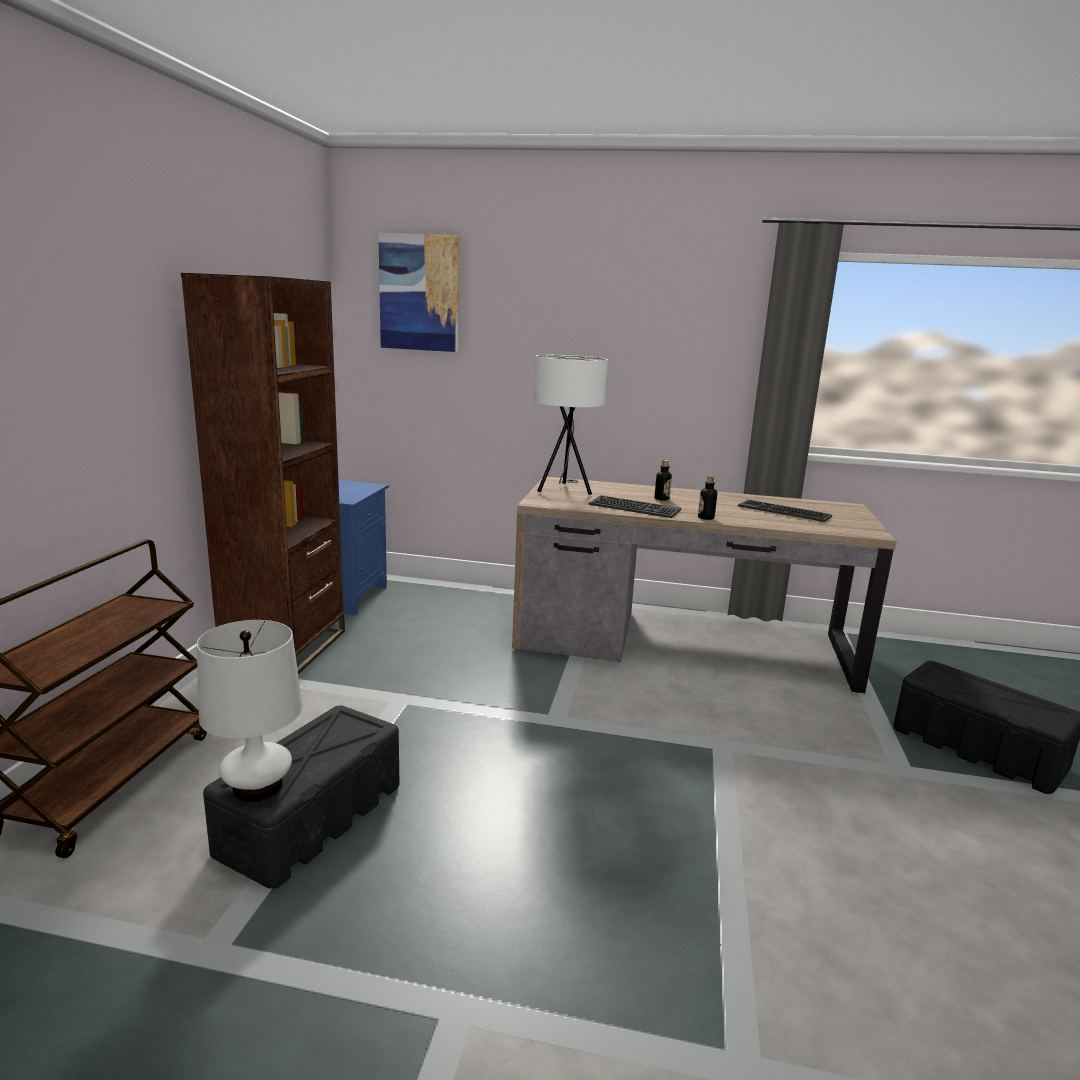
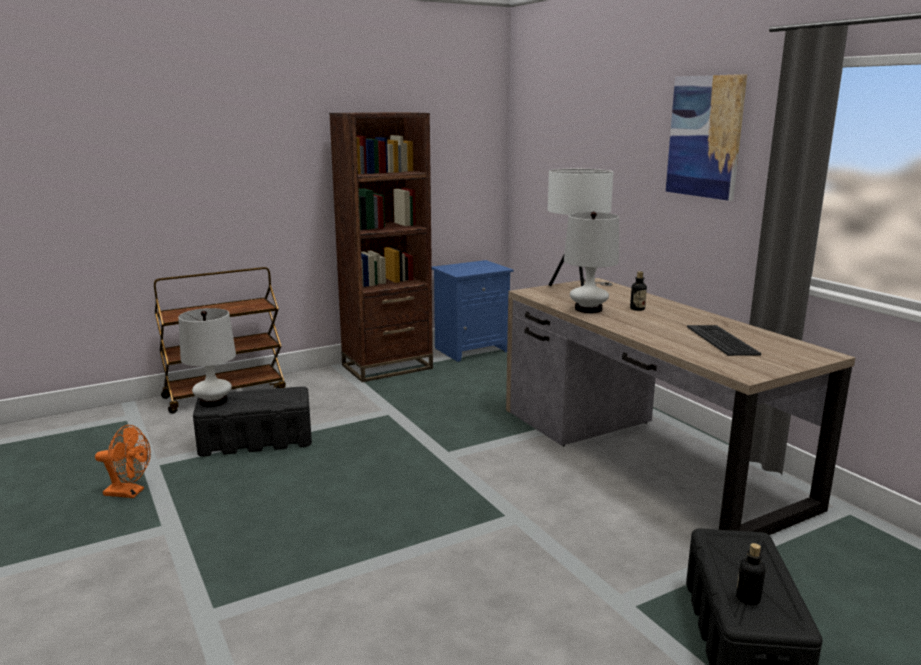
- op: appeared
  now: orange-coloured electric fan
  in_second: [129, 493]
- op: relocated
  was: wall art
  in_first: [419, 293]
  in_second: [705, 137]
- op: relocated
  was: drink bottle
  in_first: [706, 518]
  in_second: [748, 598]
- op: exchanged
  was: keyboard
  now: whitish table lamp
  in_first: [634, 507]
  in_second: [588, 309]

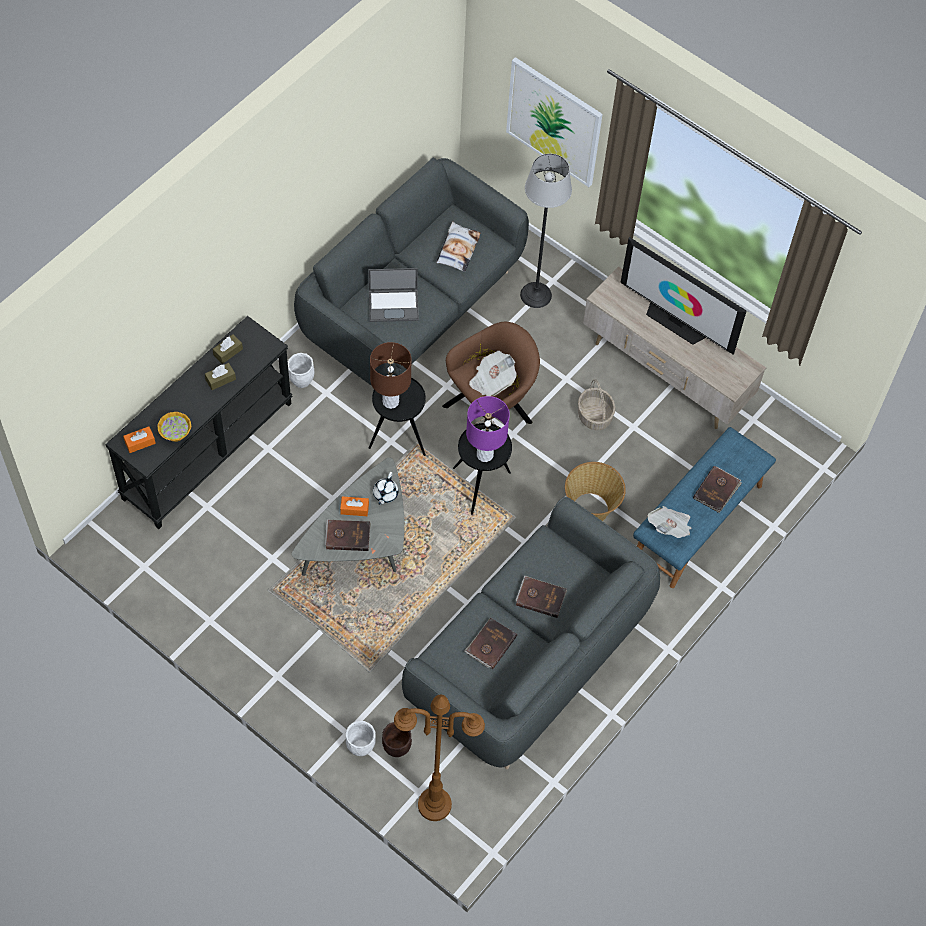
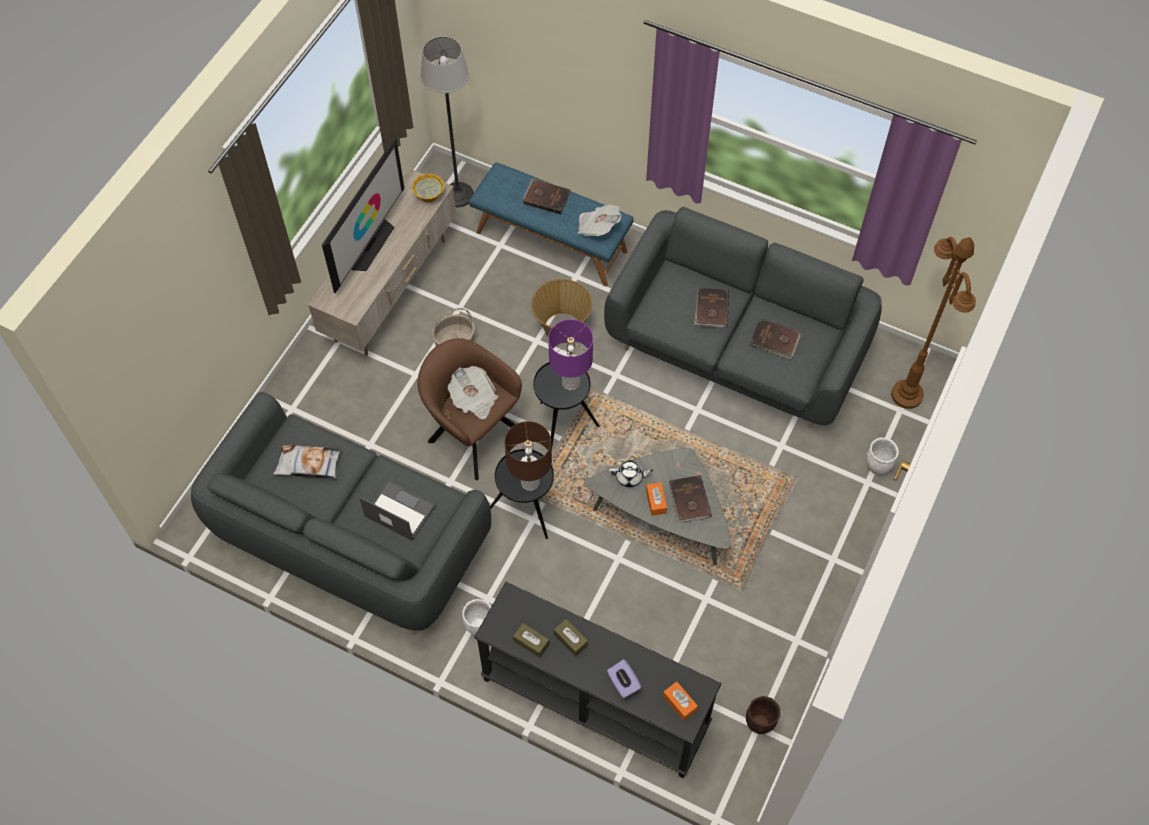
- op: missing
  was: wall art
  in_first: [554, 121]
- op: appeared
  now: purple tissue holder
  in_second: [623, 683]
- op: relocated
  was: deep dish
  in_first: [175, 434]
  in_second: [429, 195]
- op: relocated
  was: brownish planter
  in_first: [396, 748]
  in_second: [759, 724]
- op: relocated
  was: floor lamp
  in_first: [536, 295]
  in_second: [458, 194]
- op: spun
  was: notebook computer
  in_first: [394, 305]
  in_second: [399, 511]
  clockwise: -45

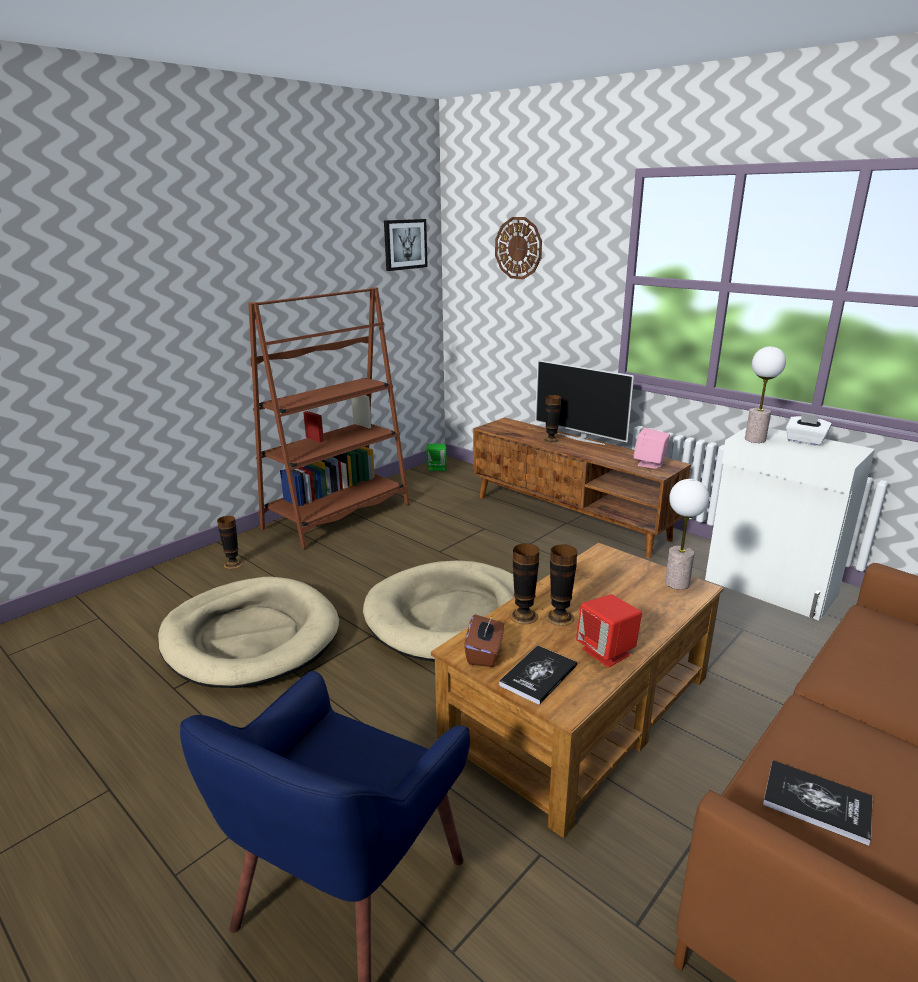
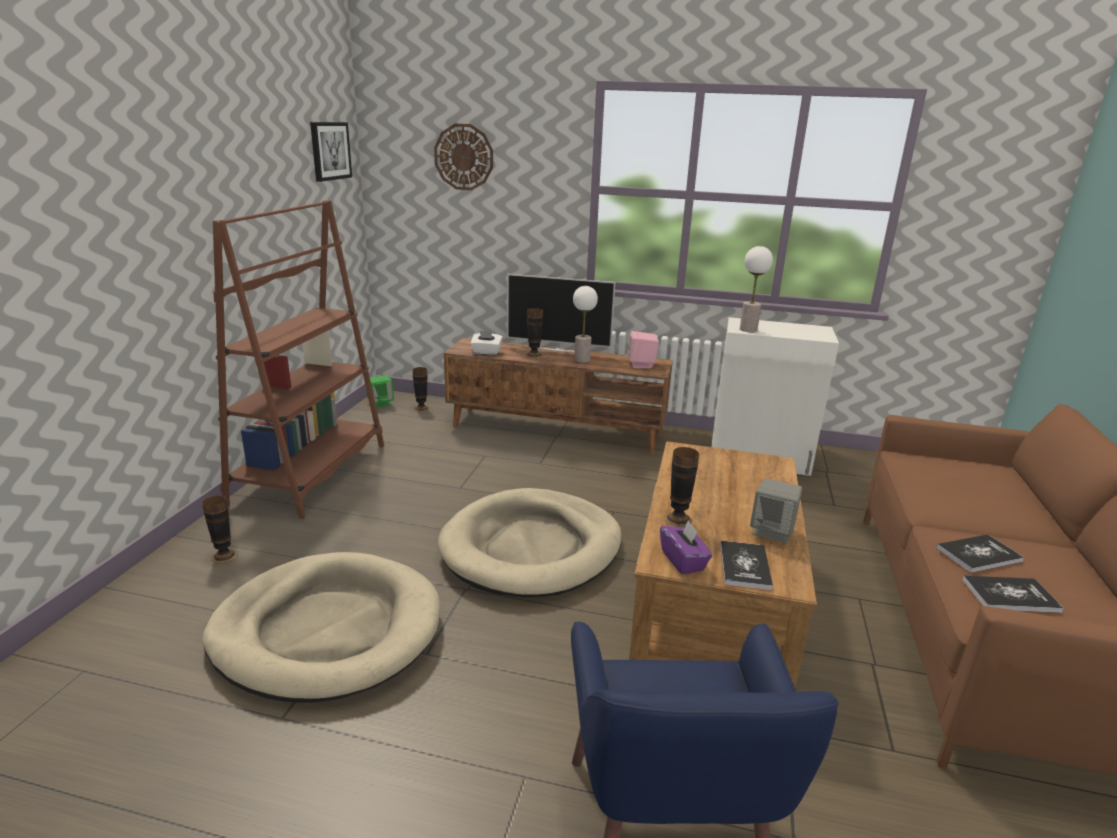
- op: appeared
  now: bound book
  in_second: [978, 554]
- op: relocated
  was: flower vase
  in_first: [559, 617]
  in_second: [421, 408]
- op: relocated
  was: table lamp
  in_first: [676, 583]
  in_second: [582, 360]
- op: relocated
  was: whitish tissue holder
  in_first: [805, 441]
  in_second: [486, 352]
- op: colour
  was: brownish tissue holder
  now: purple tissue holder
  in_first: [484, 653]
  in_second: [683, 561]
- op: colour
  was: red loudspeaker
  now: greyish loudspeaker
  in_first: [606, 652]
  in_second: [772, 531]

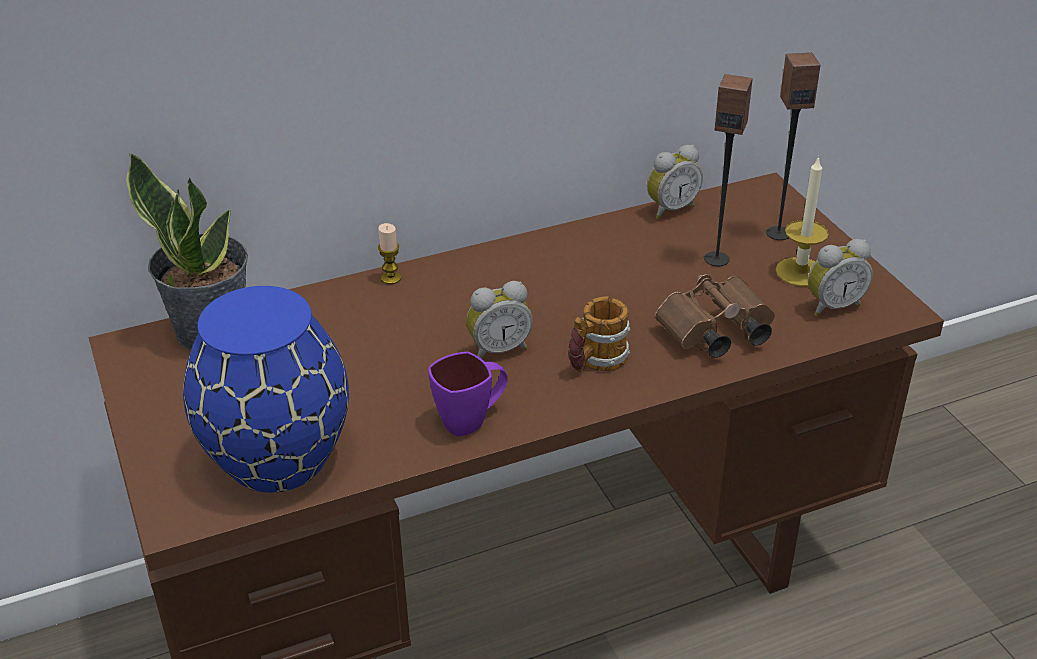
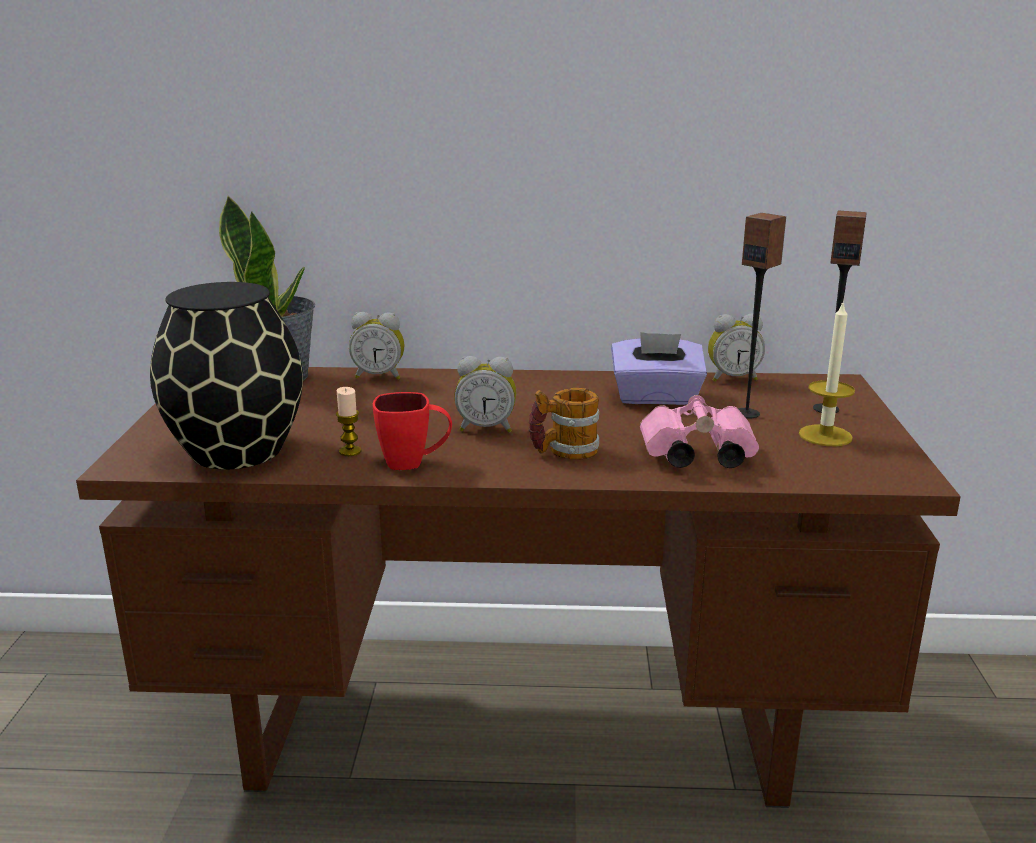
- op: appeared
  now: purple tissue holder
  in_second: [656, 397]
- op: relocated
  was: candle
  in_first: [391, 278]
  in_second: [350, 451]
- op: relocated
  was: table clock
  in_first: [832, 305]
  in_second: [379, 376]
- op: colour
  was: blue flower vase
  now: black flower vase
  in_first: [276, 460]
  in_second: [235, 451]
- op: colour
  was: purple tea mug
  now: red tea mug
  in_first: [471, 420]
  in_second: [414, 463]
- op: colour
  was: brownish pair of binoculars
  now: pink-coloured pair of binoculars
  in_first: [713, 335]
  in_second: [694, 457]

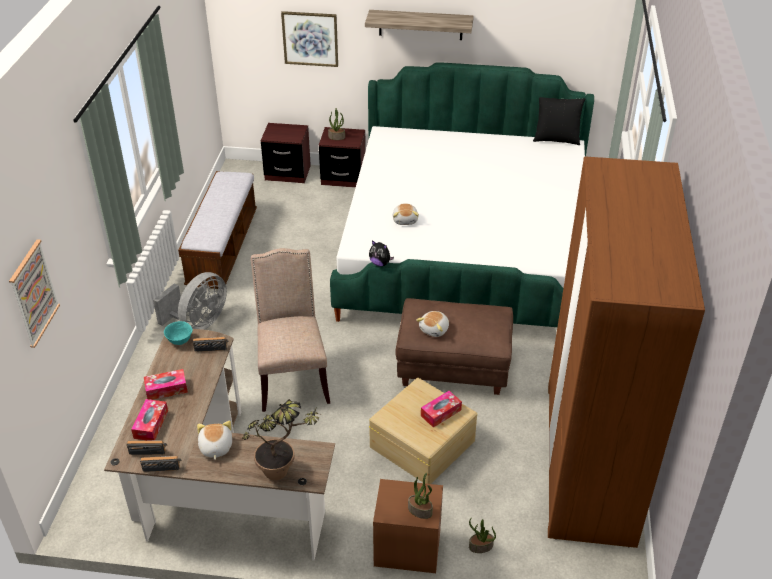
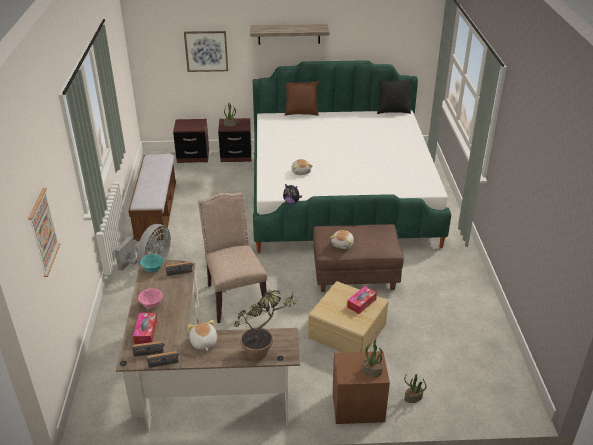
- op: missing
  was: brownish armoire
  in_first: [589, 460]
- op: appeared
  now: brownish cushion
  in_second: [301, 113]
- op: exchanged
  was: tissue holder
  now: pink-coloured deep dish
  in_first: [166, 389]
  in_second: [151, 305]

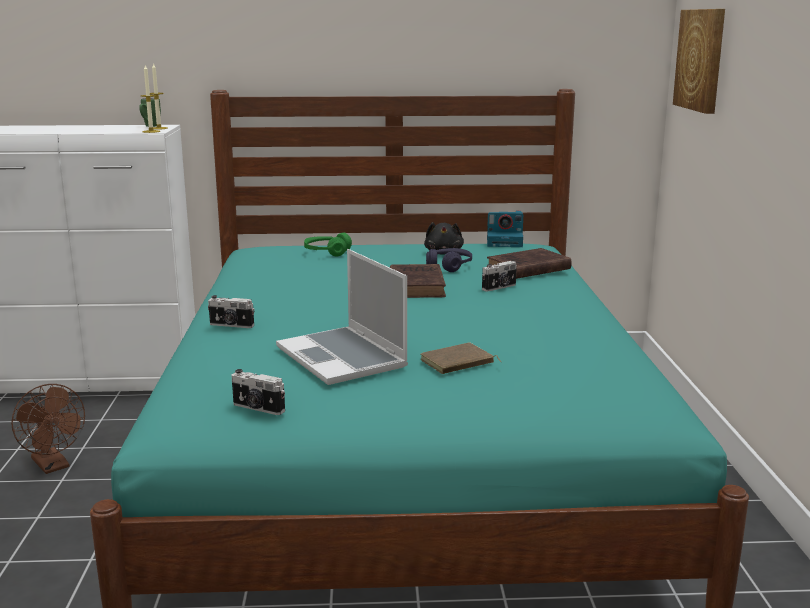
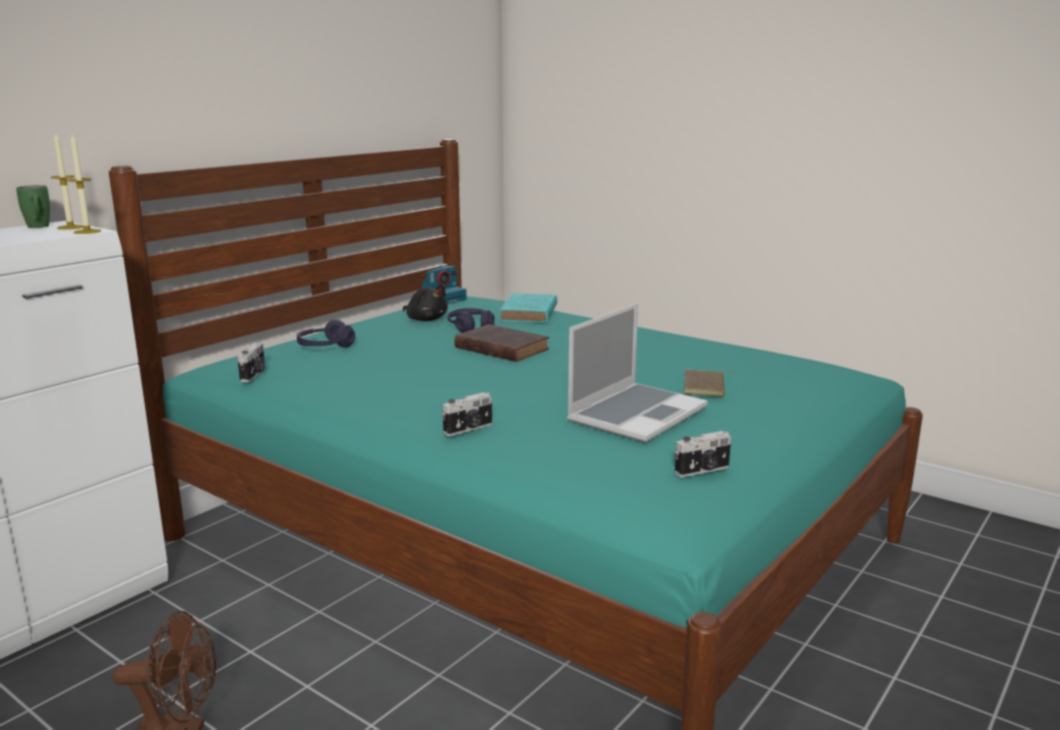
- op: missing
  was: wall art
  in_first: [701, 60]
- op: relocated
  was: photo camera
  in_first: [500, 287]
  in_second: [254, 374]
- op: colour
  was: green headset
  now: purple headset
  in_first: [327, 252]
  in_second: [325, 346]
- op: colour
  was: brownish bound book
  now: turquoise bound book
  in_first: [526, 269]
  in_second: [528, 313]
- op: spun
  was: notebook computer
  in_first: [343, 358]
  in_second: [637, 414]
  clockwise: -60

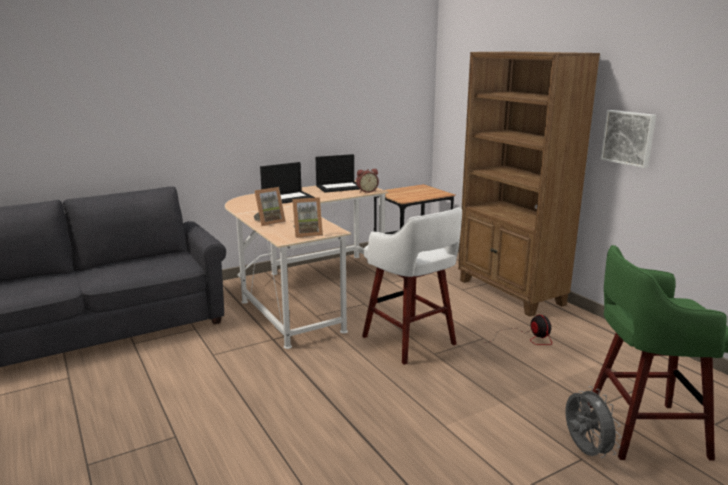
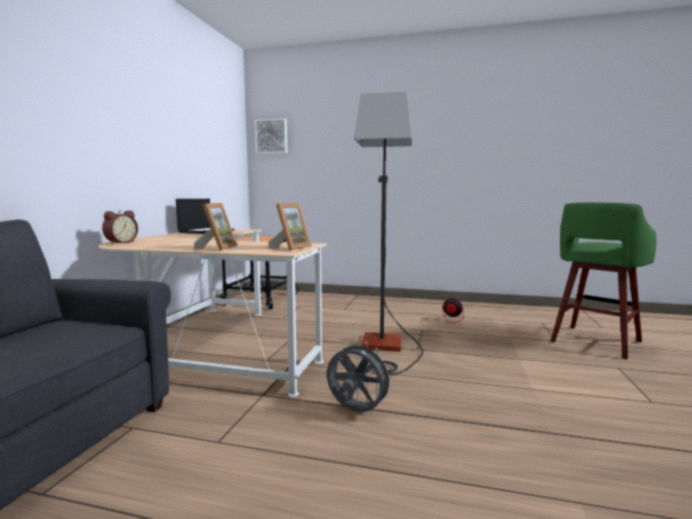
- op: missing
  was: notebook computer
  in_first: [288, 198]
- op: missing
  was: brownish shelving unit
  in_first: [510, 292]
- op: relocated
  was: table clock
  in_first: [366, 191]
  in_second: [120, 242]
- op: relocated
  was: greyish electric fan
  in_first: [584, 451]
  in_second: [356, 411]
- op: relocated
  was: wall art
  in_first: [629, 138]
  in_second: [271, 137]
- op: exchanged
  was: whitish stool seat
  now: floor lamp
  in_first: [410, 342]
  in_second: [385, 349]

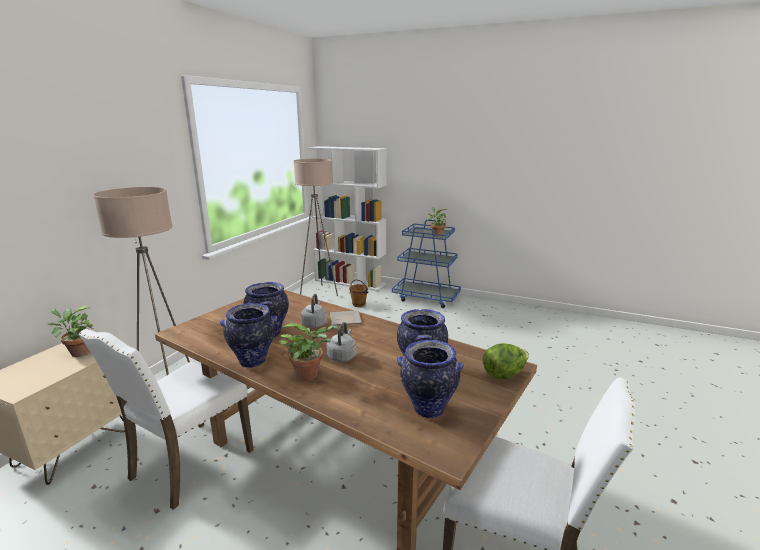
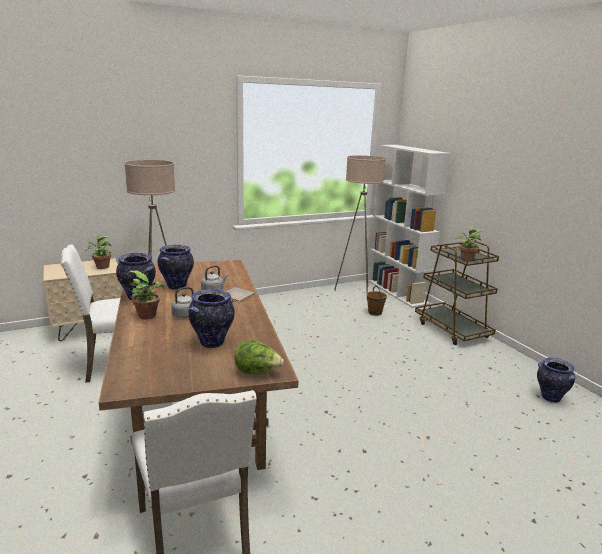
- op: relocated
  was: flower vase
  in_first: [427, 409]
  in_second: [550, 398]
- op: colour
  was: blue cart
  now: brownish cart
  in_first: [426, 298]
  in_second: [452, 330]

